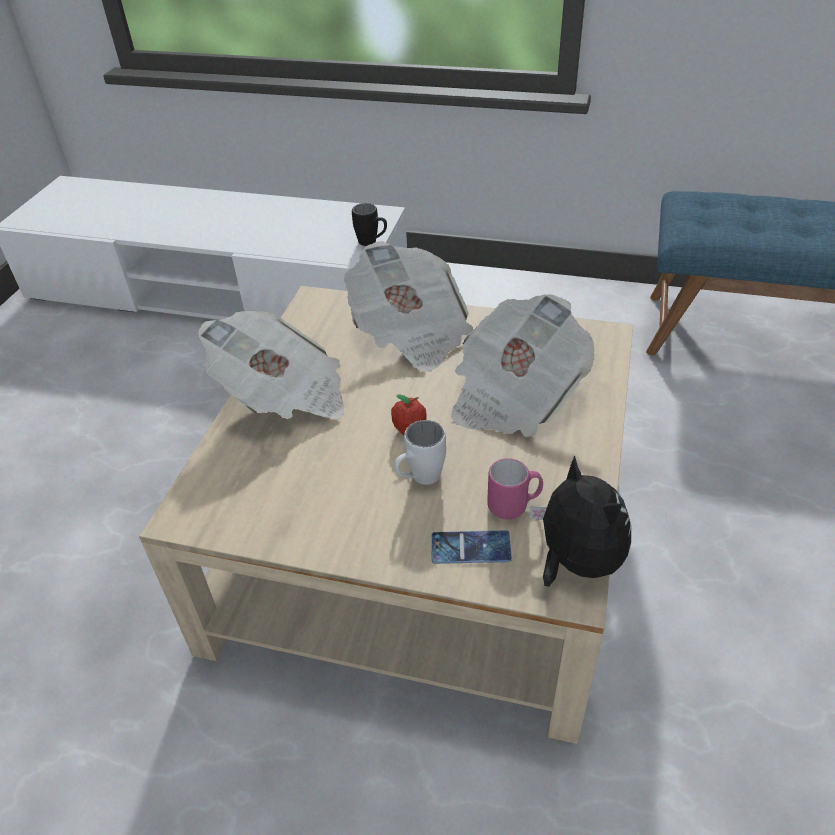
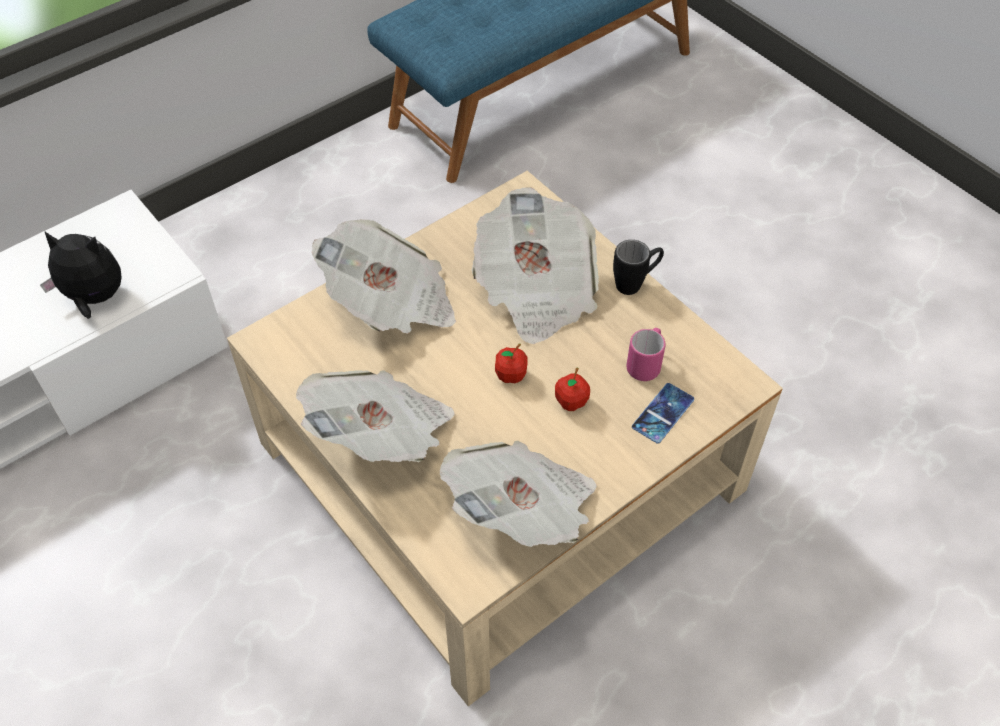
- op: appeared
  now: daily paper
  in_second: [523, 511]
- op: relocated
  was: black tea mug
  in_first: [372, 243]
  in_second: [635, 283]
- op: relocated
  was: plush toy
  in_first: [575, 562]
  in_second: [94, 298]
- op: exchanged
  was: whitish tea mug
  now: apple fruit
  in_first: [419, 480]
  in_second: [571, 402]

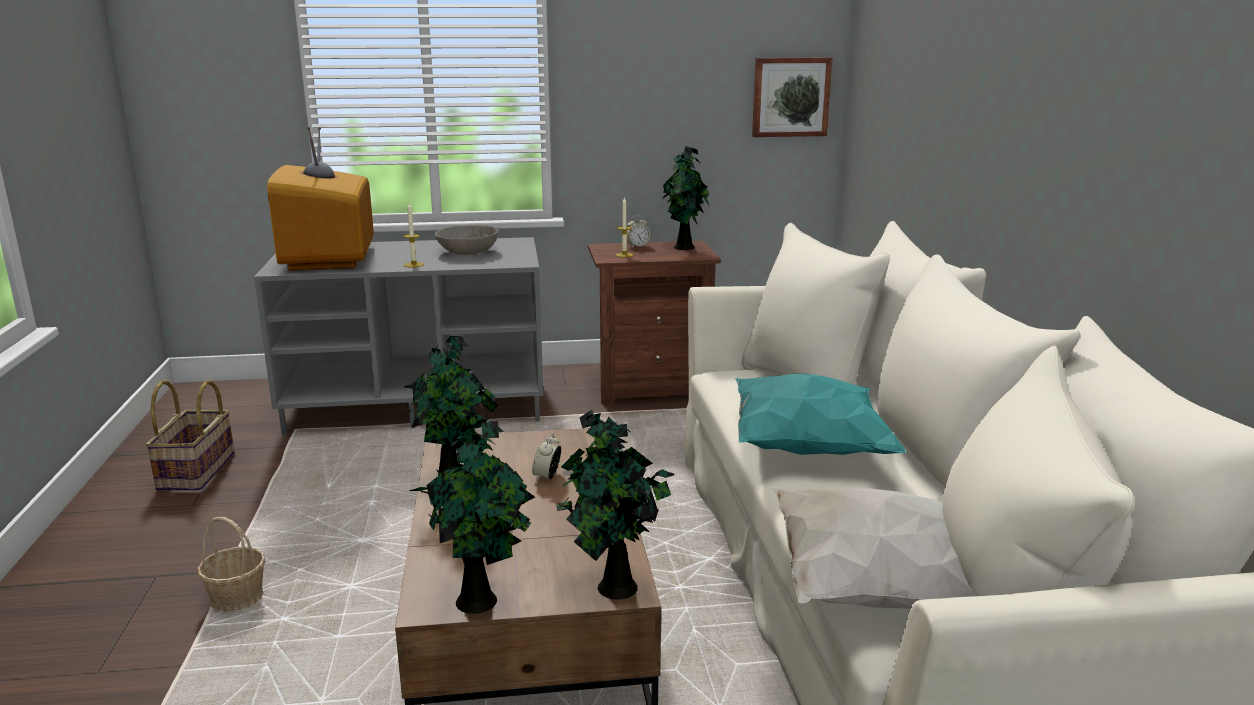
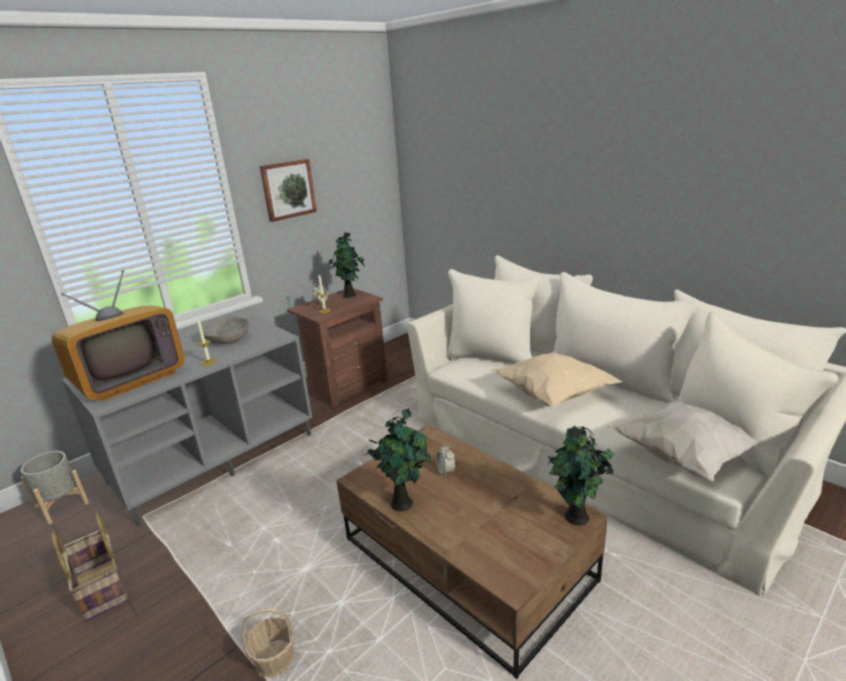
- op: missing
  was: potted plant
  in_first: [480, 600]
- op: appeared
  now: greyish planter
  in_second: [62, 505]
- op: relocated
  was: wall art
  in_first: [790, 97]
  in_second: [288, 189]
- op: colour
  was: turquoise cushion
  now: beige-coloured cushion
  in_first: [806, 448]
  in_second: [552, 395]
- op: spun
  was: TV
  in_first: [329, 258]
  in_second: [129, 379]
  clockwise: -90

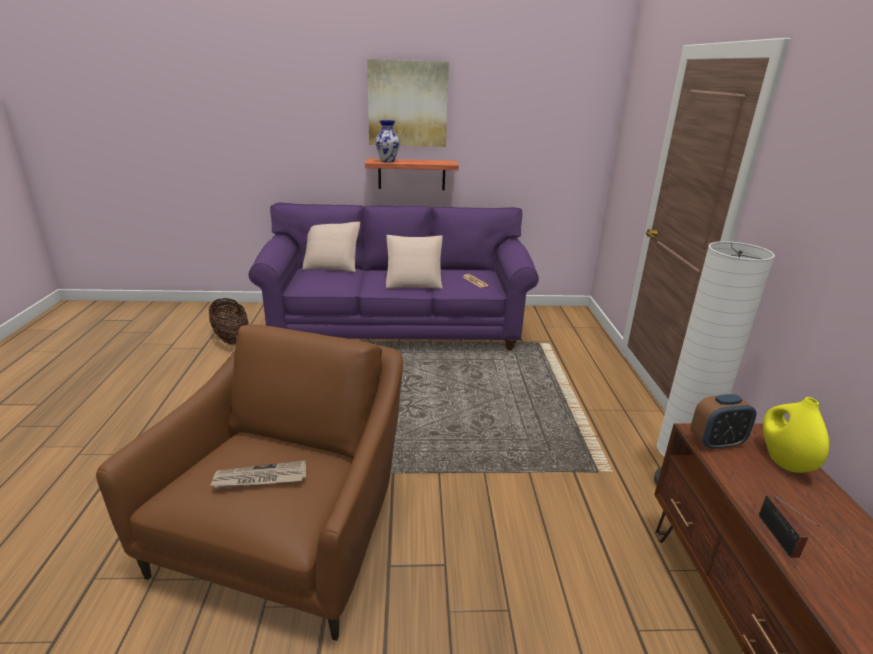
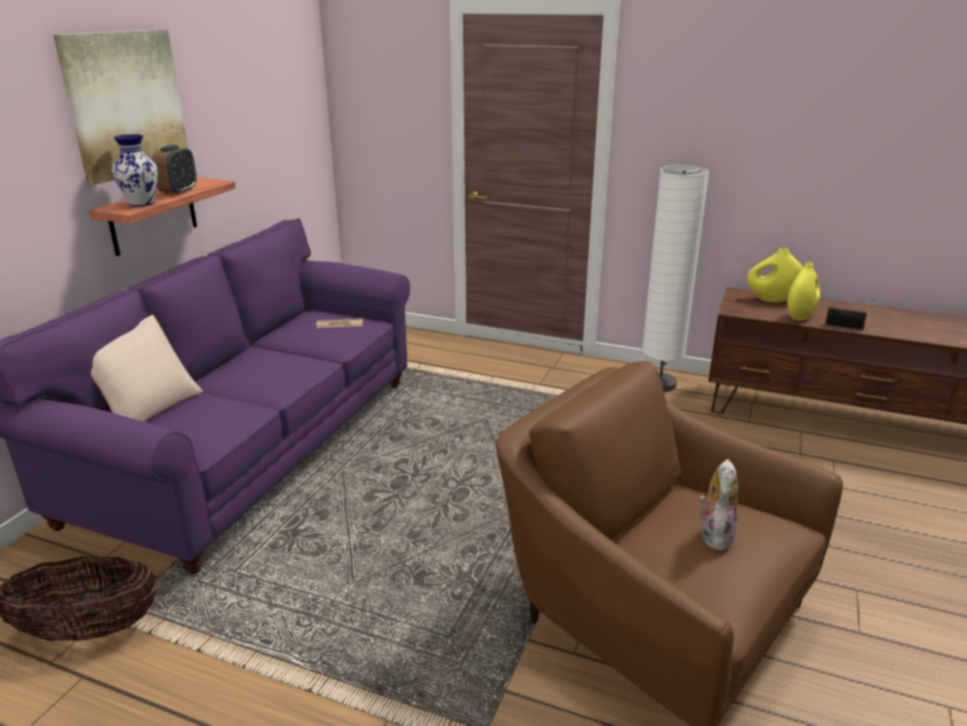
- op: missing
  was: beige-coloured cushion
  in_first: [414, 283]
- op: appeared
  now: yellow flower vase
  in_second: [799, 316]
- op: relocated
  was: table clock
  in_first: [716, 442]
  in_second: [178, 192]
- op: exchanged
  was: daily paper
  now: plush toy
  in_first: [260, 478]
  in_second: [714, 534]

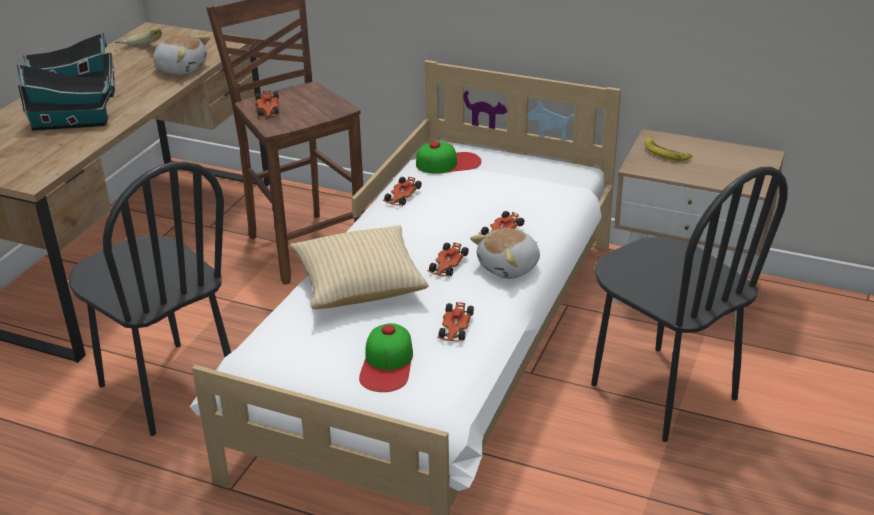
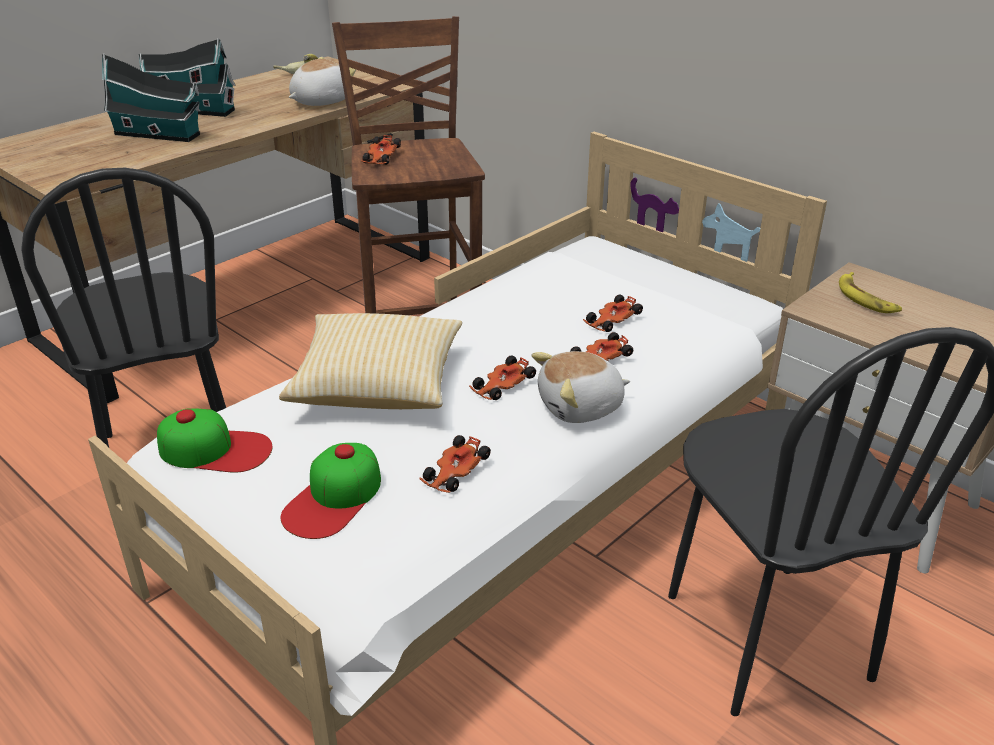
- op: relocated
  was: miniature car
  in_first: [402, 196]
  in_second: [611, 320]
- op: relocated
  was: peaked cap
  in_first: [448, 163]
  in_second: [215, 449]
- op: spun
  was: plush toy
  in_first: [181, 68]
  in_second: [320, 101]
  clockwise: -90

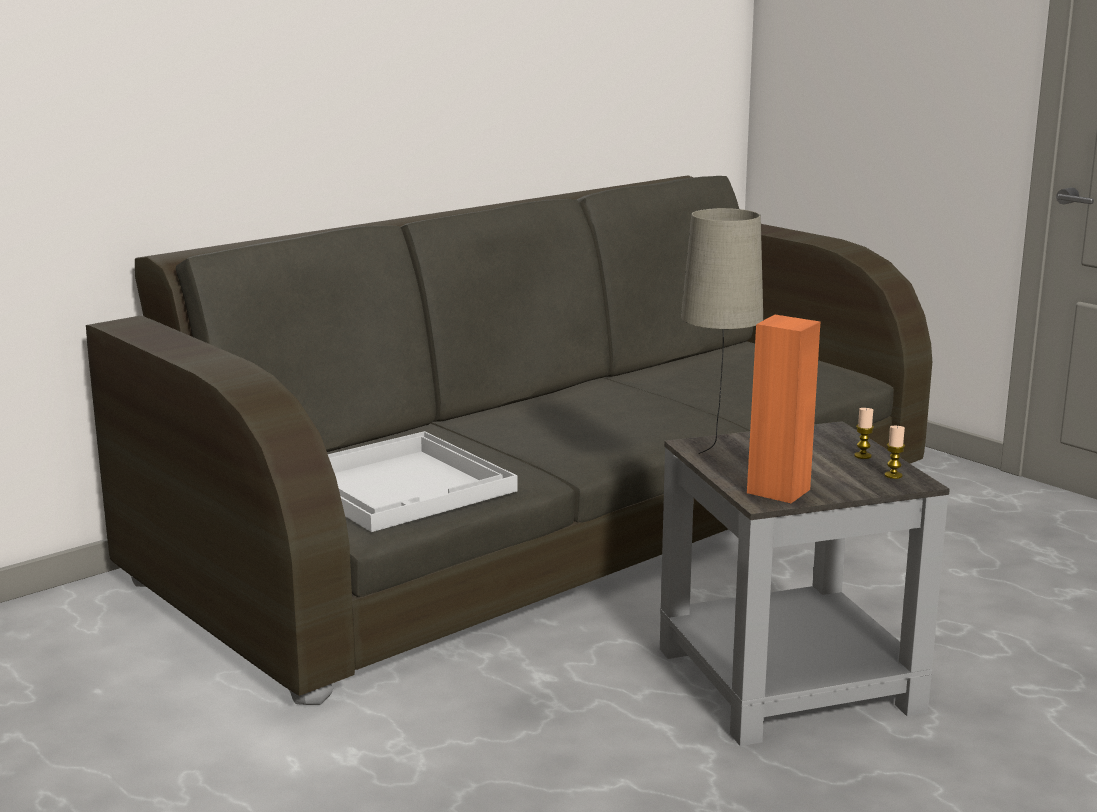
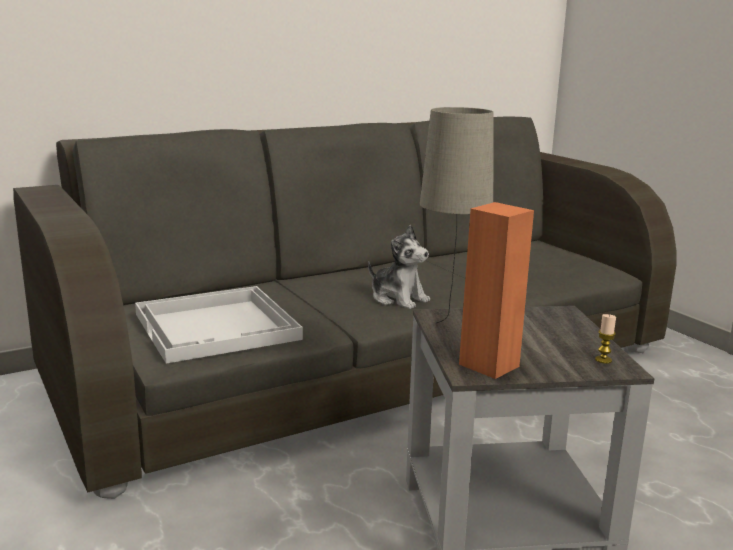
- op: missing
  was: candle
  in_first: [862, 456]
- op: appeared
  now: plush toy
  in_second: [398, 299]

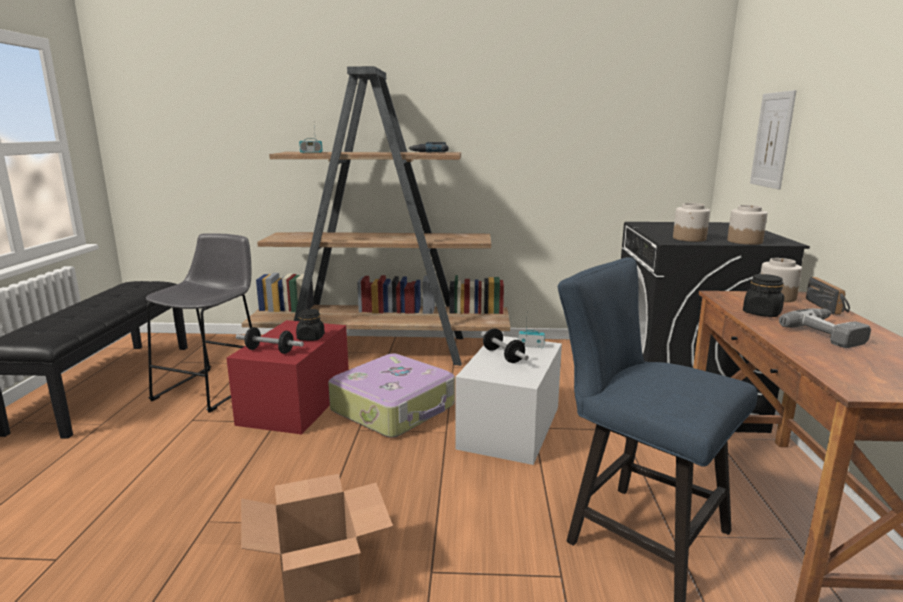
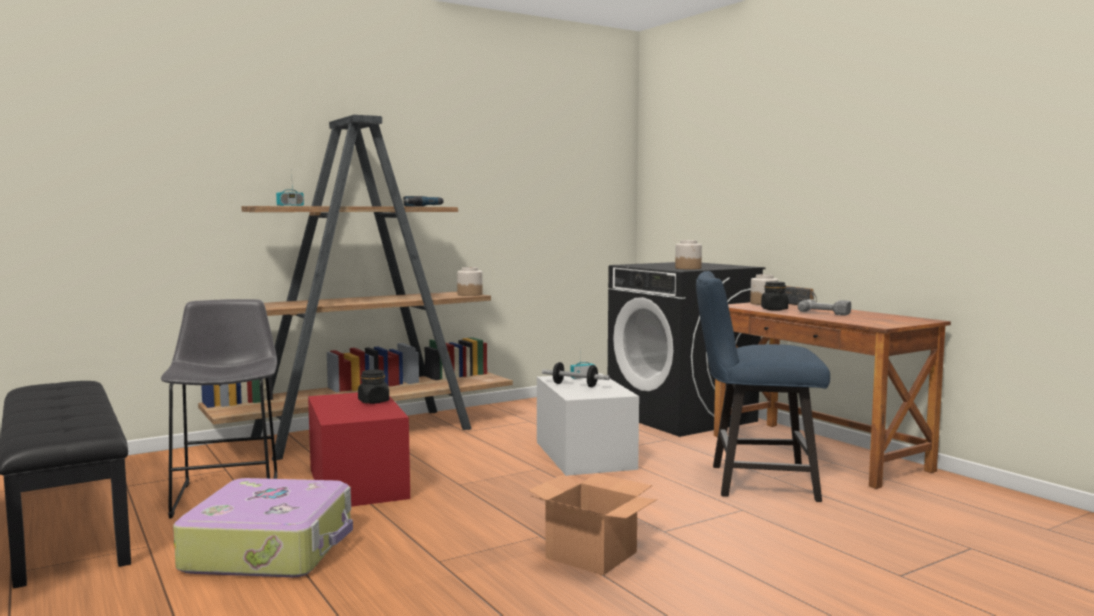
- op: missing
  was: hand weight
  in_first: [270, 351]
- op: missing
  was: wall art
  in_first: [772, 140]
- op: relocated
  was: travel case
  in_first: [394, 408]
  in_second: [271, 548]
- op: relocated
  was: preserve jar
  in_first: [744, 241]
  in_second: [470, 294]

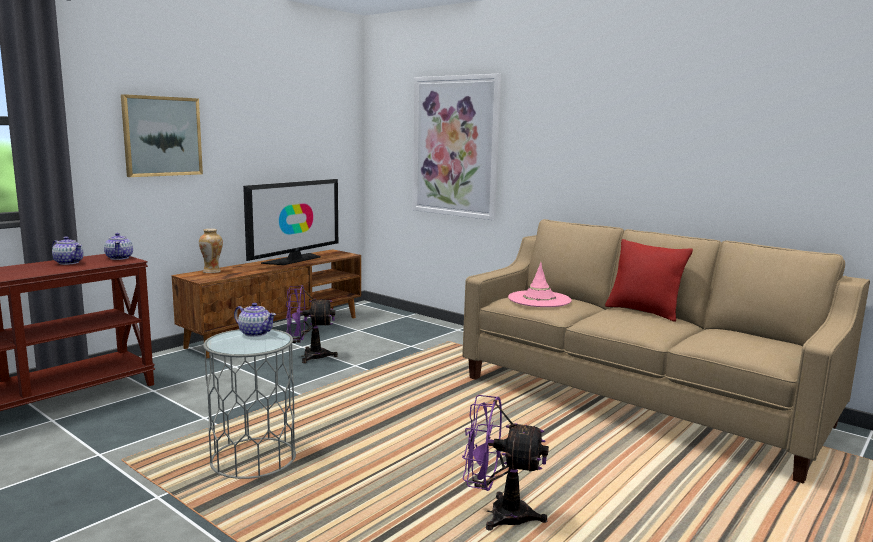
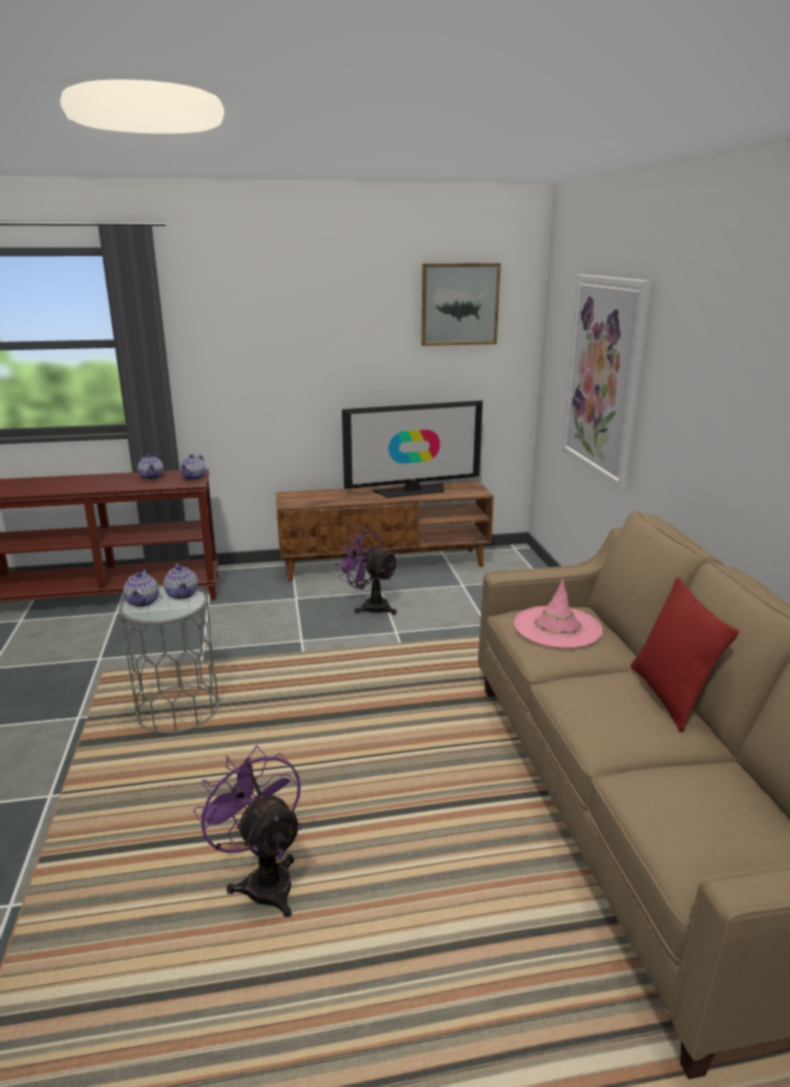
- op: missing
  was: flower vase
  in_first: [212, 271]
- op: appeared
  now: tea pot
  in_second: [143, 602]
- op: relocated
  was: wall art
  in_first: [162, 136]
  in_second: [459, 304]

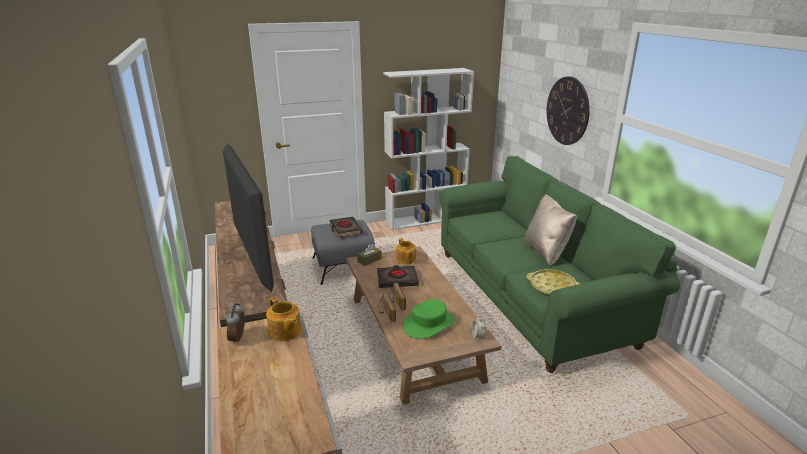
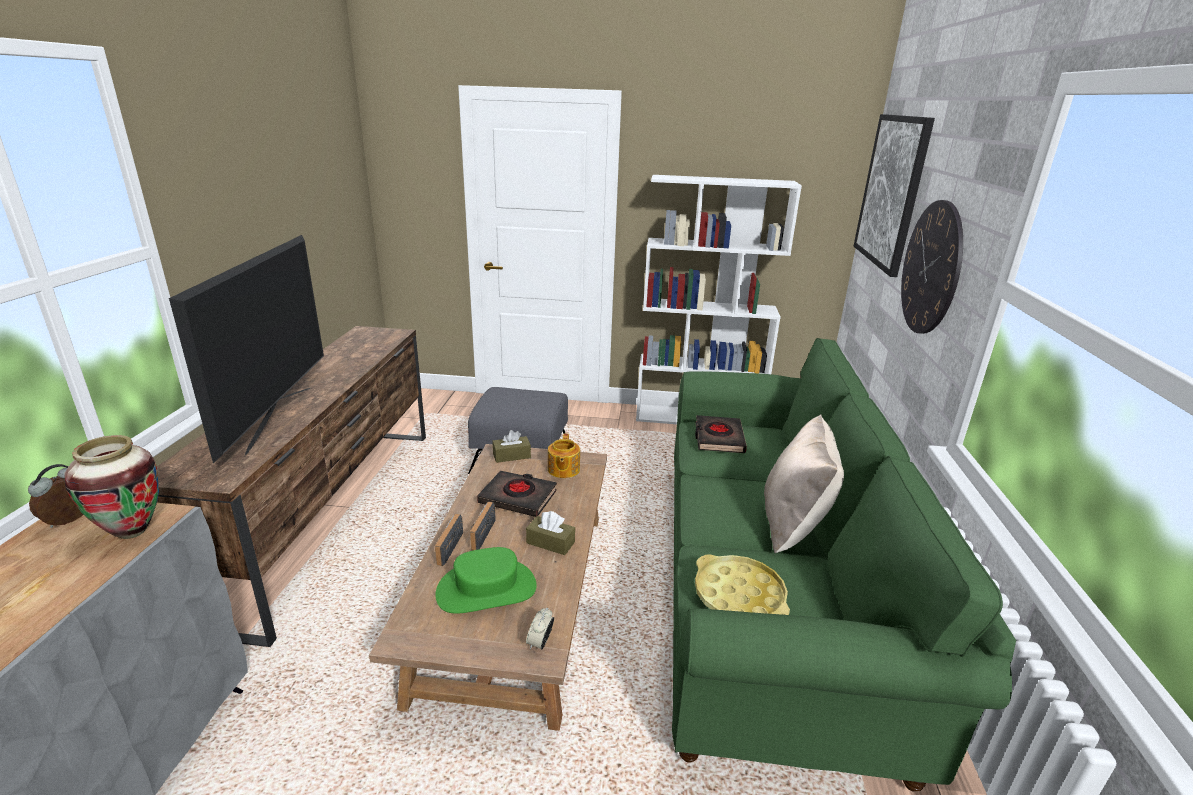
- op: appeared
  now: brownish tissue holder
  in_second: [550, 542]
- op: appeared
  now: wall art
  in_second: [891, 191]
- op: relocated
  was: black bound book
  in_first: [345, 229]
  in_second: [718, 438]
- op: exchanged
  was: tea pot
  now: flower vase
  in_first: [285, 332]
  in_second: [132, 532]

